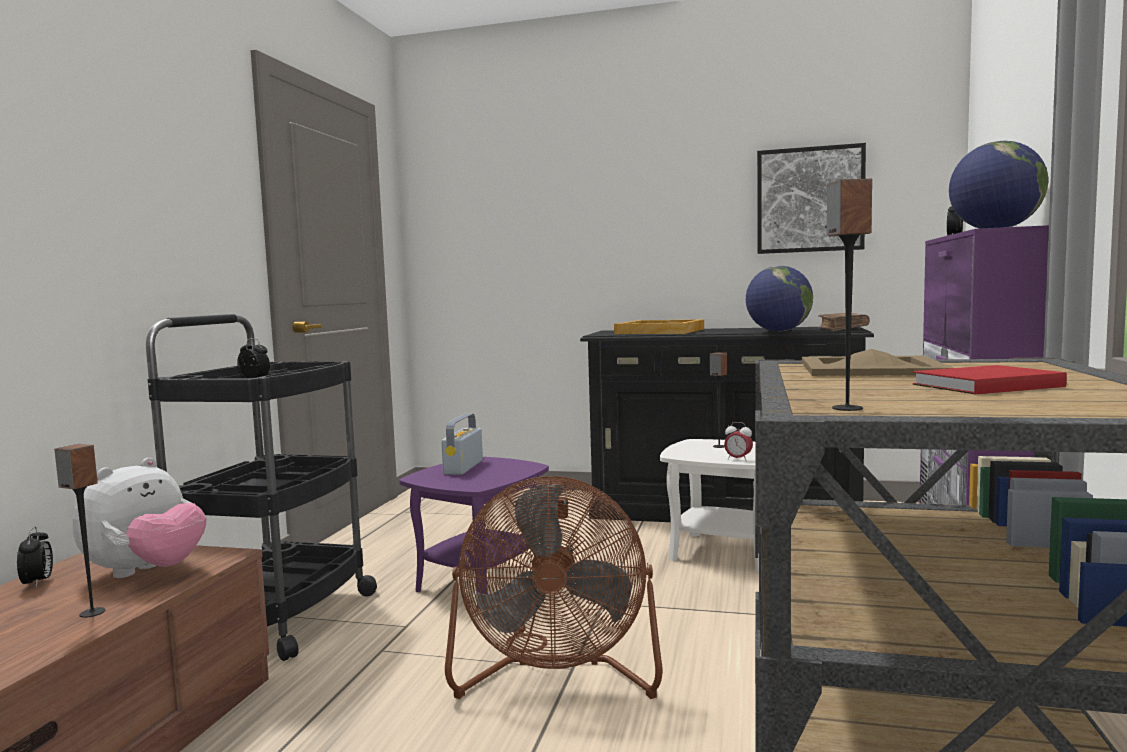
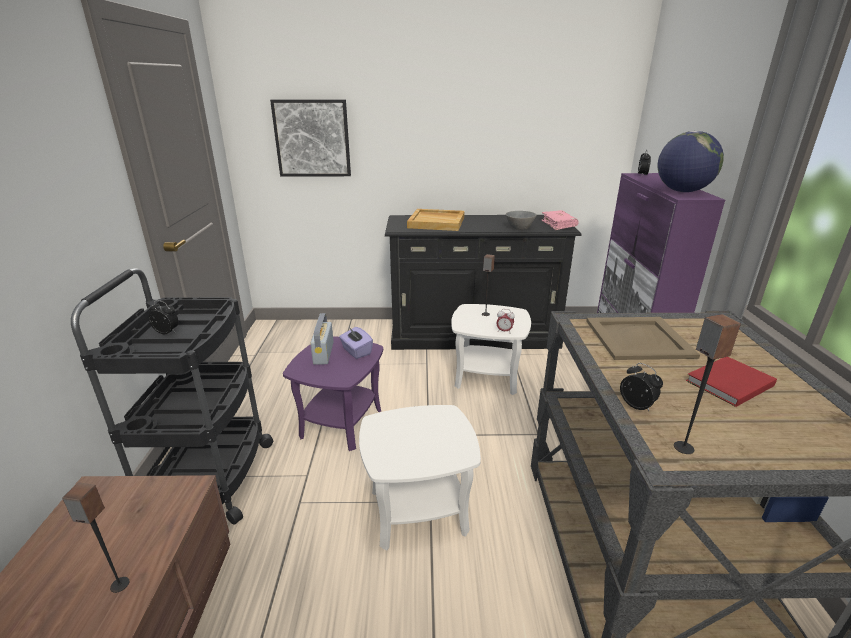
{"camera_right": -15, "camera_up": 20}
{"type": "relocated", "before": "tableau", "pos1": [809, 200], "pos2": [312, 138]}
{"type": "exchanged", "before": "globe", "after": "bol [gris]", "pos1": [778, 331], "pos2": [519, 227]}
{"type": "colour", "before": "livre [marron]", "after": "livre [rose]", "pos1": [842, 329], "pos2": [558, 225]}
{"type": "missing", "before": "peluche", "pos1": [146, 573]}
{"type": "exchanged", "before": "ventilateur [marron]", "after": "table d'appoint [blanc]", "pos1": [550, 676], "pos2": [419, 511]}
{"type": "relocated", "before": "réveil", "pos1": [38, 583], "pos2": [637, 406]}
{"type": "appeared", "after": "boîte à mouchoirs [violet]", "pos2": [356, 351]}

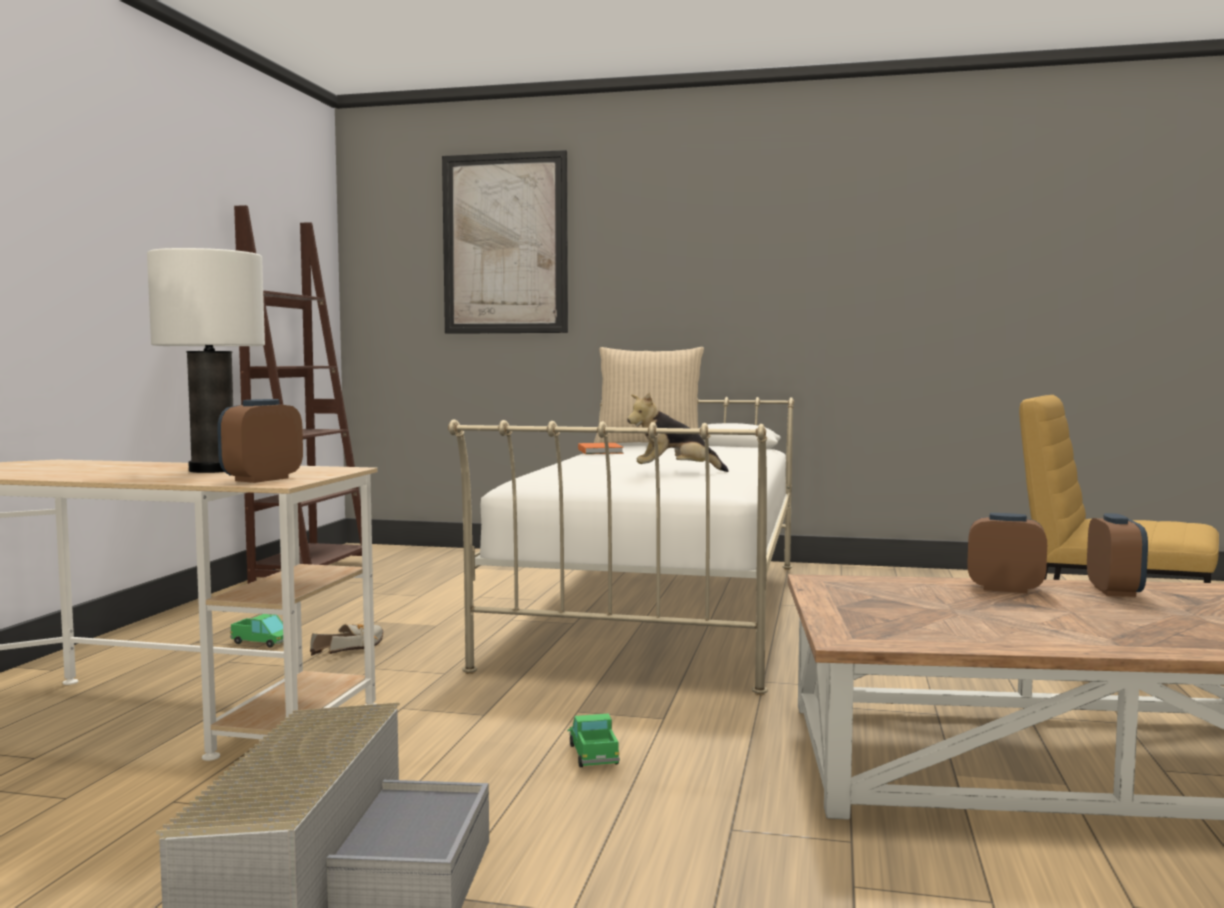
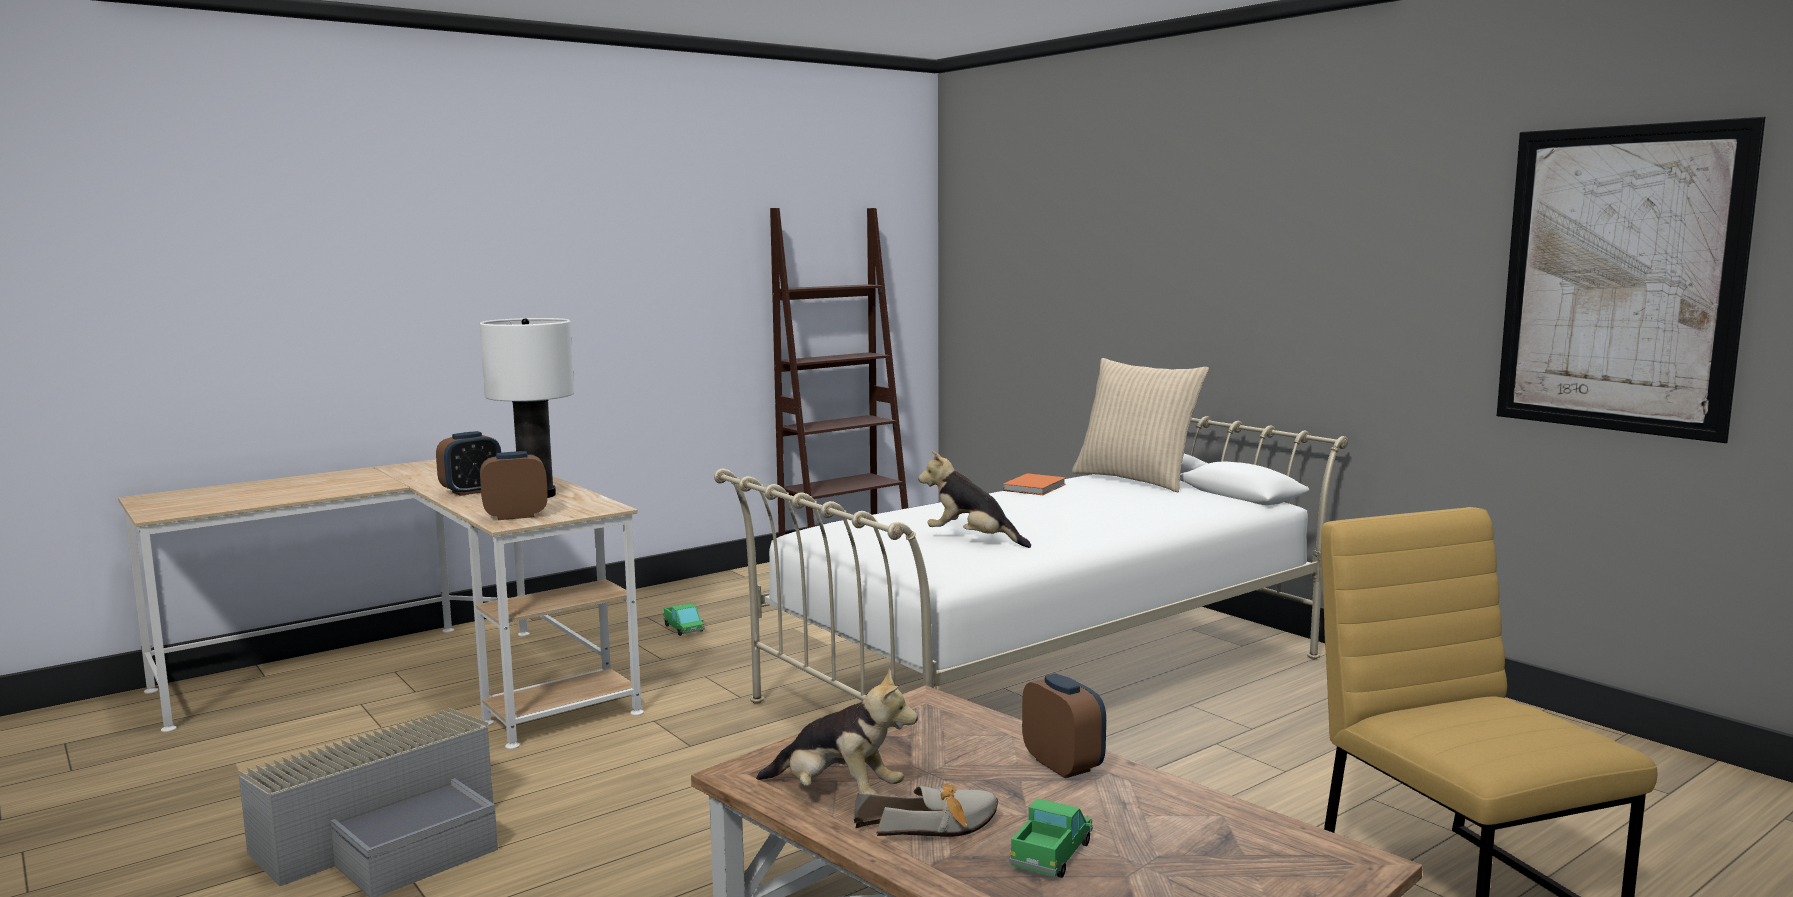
{"camera_right": 40, "camera_up": 5}
{"type": "relocated", "before": "tableau", "pos1": [505, 244], "pos2": [1619, 280]}
{"type": "relocated", "before": "réveil", "pos1": [1114, 591], "pos2": [471, 491]}
{"type": "relocated", "before": "chaussure", "pos1": [354, 648], "pos2": [938, 827]}
{"type": "relocated", "before": "camion jouet", "pos1": [593, 754], "pos2": [1052, 854]}
{"type": "appeared", "after": "peluche", "pos2": [837, 794]}

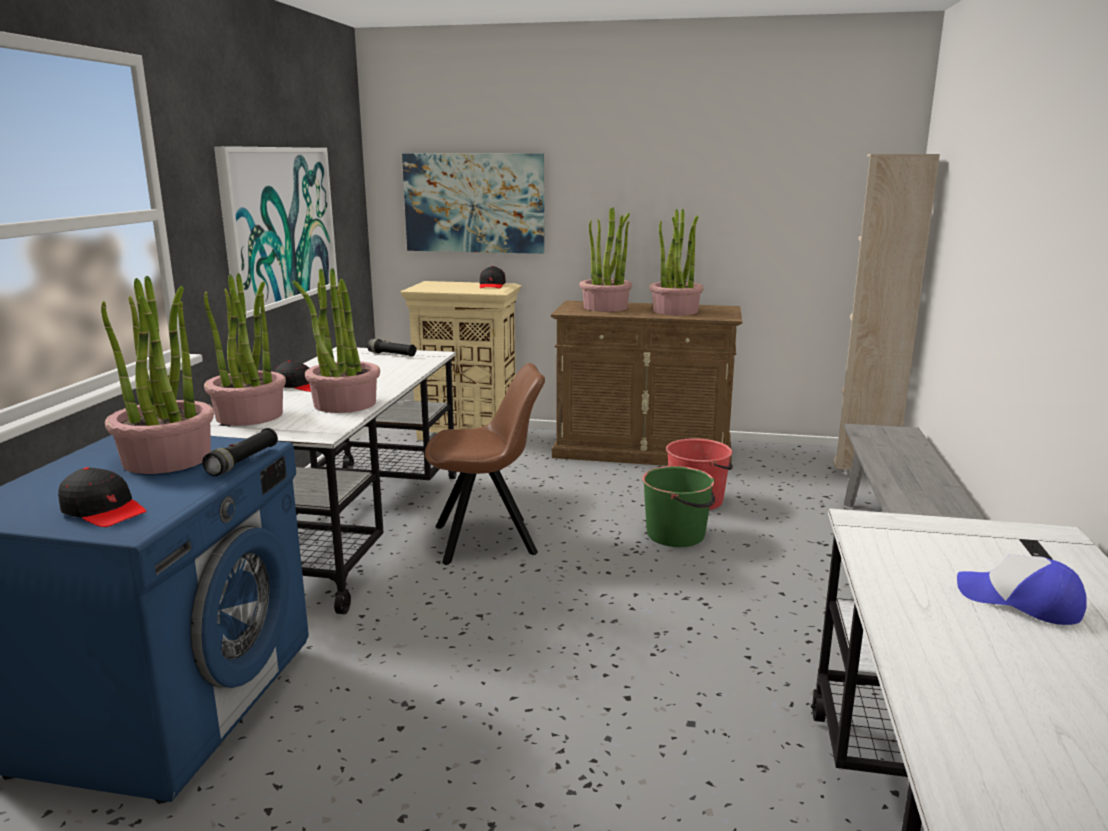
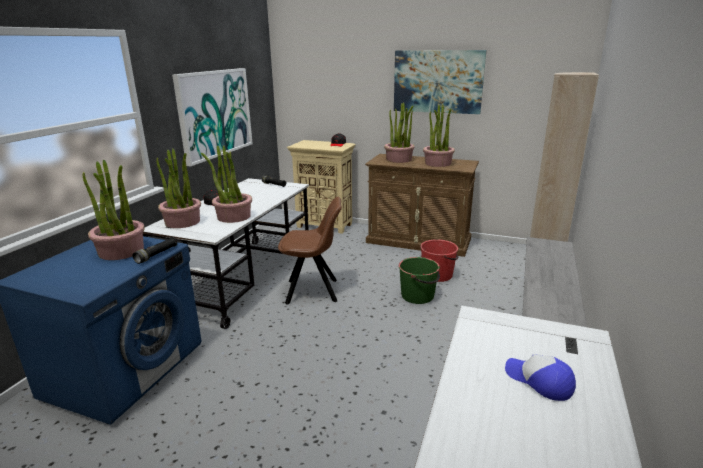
{"camera_right": 10, "camera_up": 5}
{"type": "relocated", "before": "tableau", "pos1": [474, 203], "pos2": [438, 81]}
{"type": "missing", "before": "casquette [noir]", "pos1": [104, 510]}

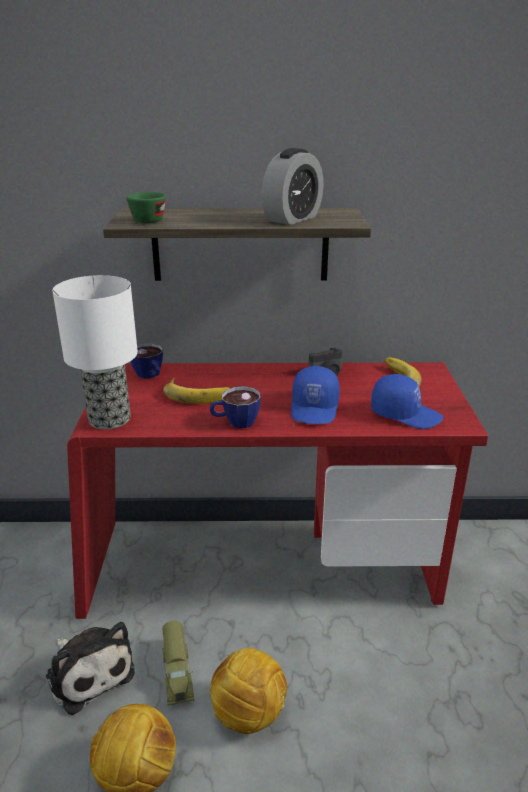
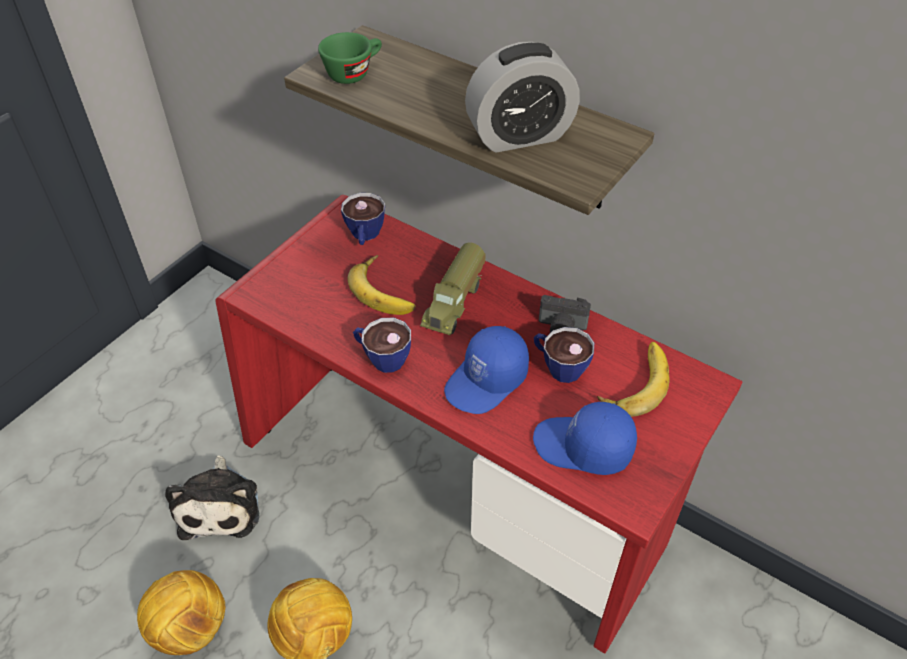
{"camera_right": 35, "camera_up": 20}
{"type": "missing", "before": "lampe de table", "pos1": [110, 418]}
{"type": "spun", "before": "casquette [bleu]", "pos1": [405, 414], "pos2": [583, 448], "turn": 135}
{"type": "relocated", "before": "camion jouet", "pos1": [178, 673], "pos2": [455, 303]}
{"type": "appeared", "after": "tasse", "pos2": [558, 366]}

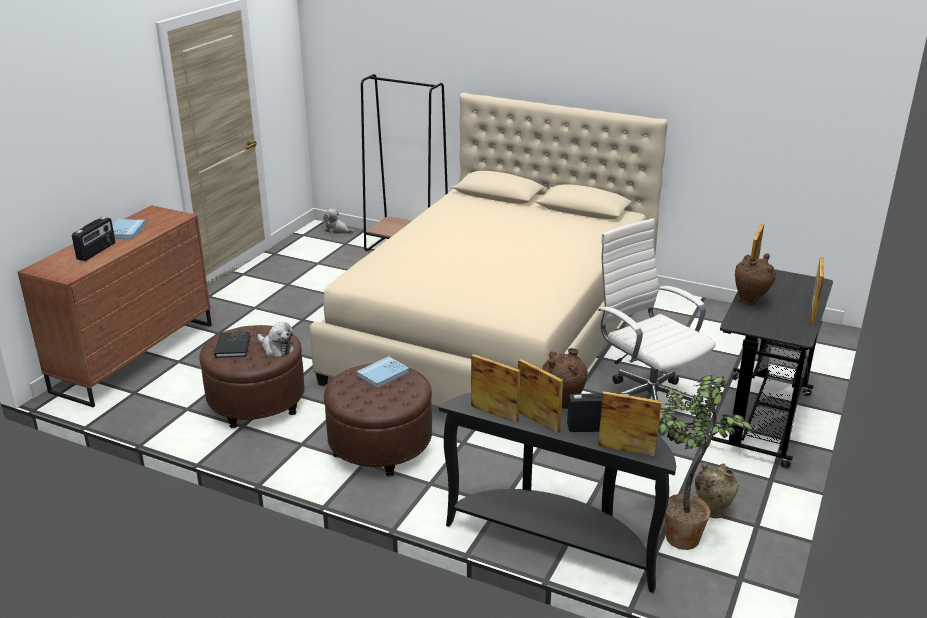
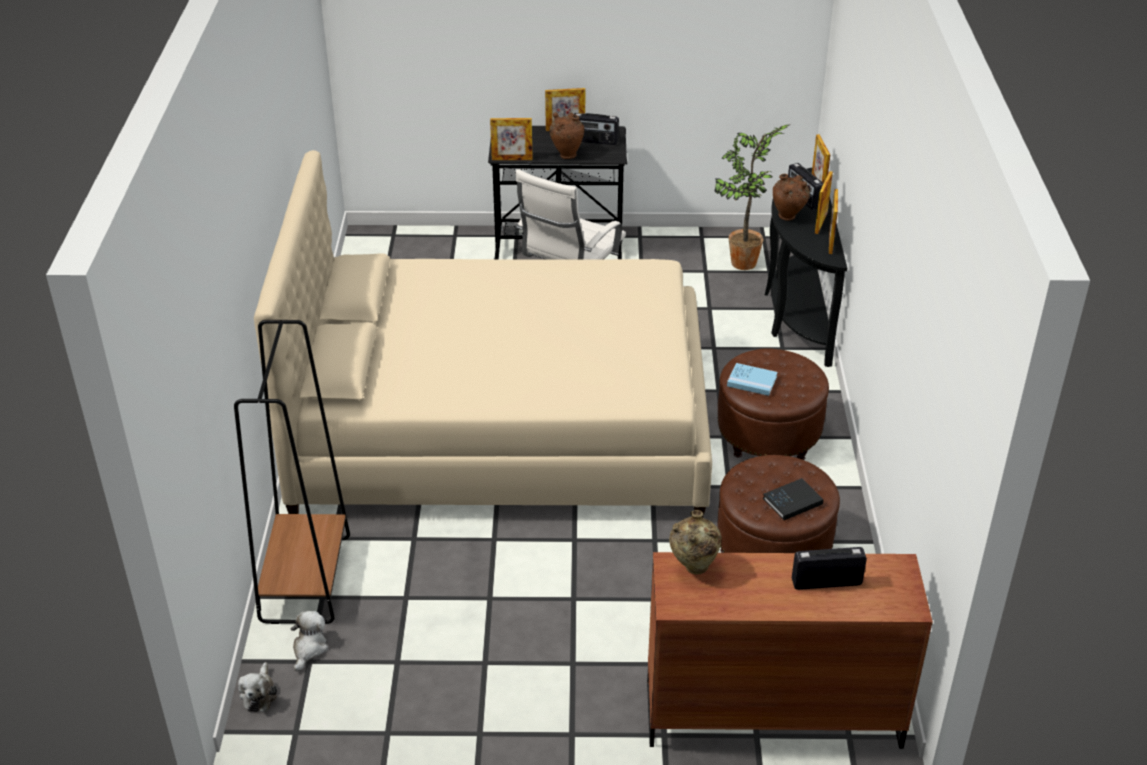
{"camera_right": -115, "camera_up": 10}
{"type": "missing", "before": "livre [bleu]", "pos1": [125, 231]}
{"type": "relocated", "before": "peluche", "pos1": [276, 348], "pos2": [309, 648]}
{"type": "relocated", "before": "vase [beige]", "pos1": [712, 511], "pos2": [693, 568]}
{"type": "appeared", "after": "radio", "pos2": [594, 141]}

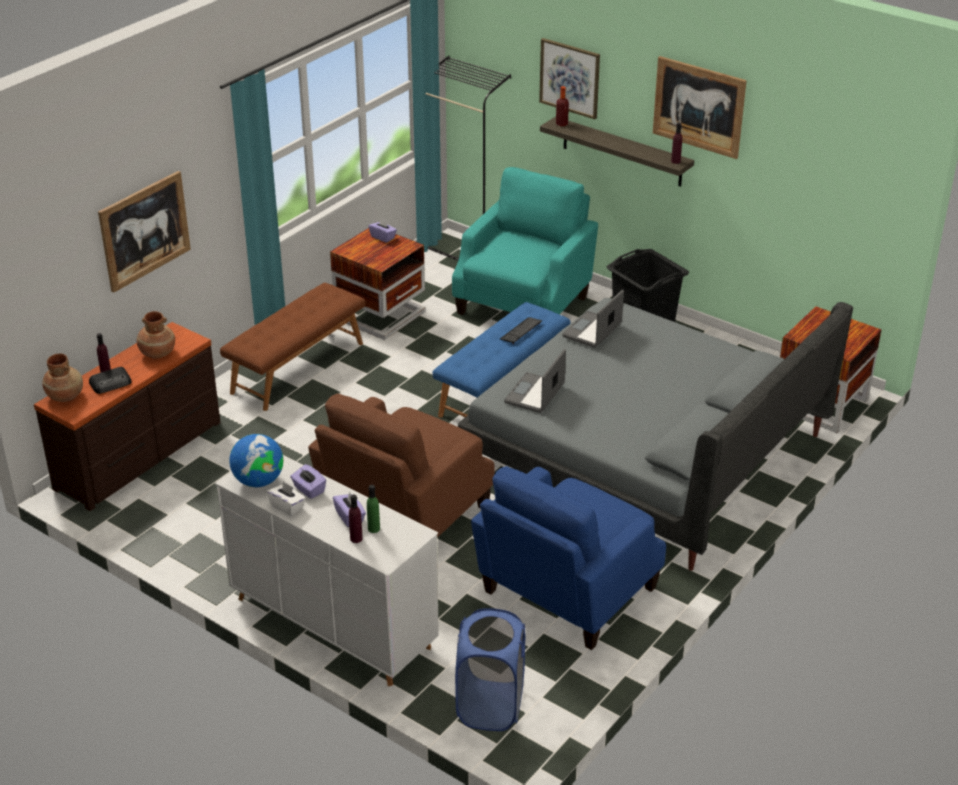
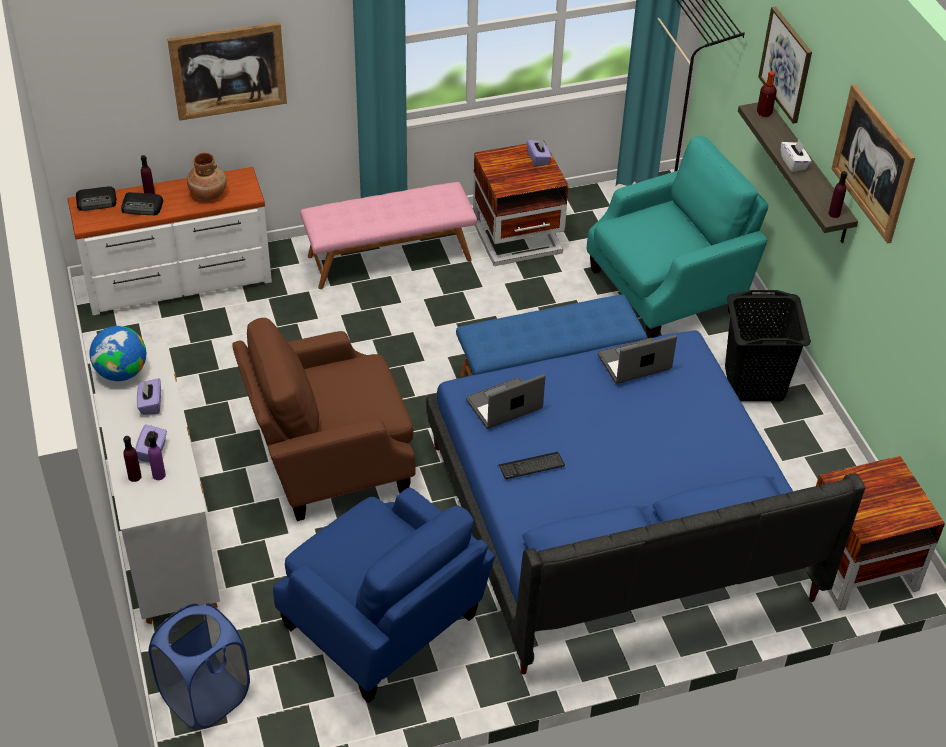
{"camera_right": 35, "camera_up": 10}
{"type": "colour", "before": "banc [marron]", "after": "banc [rose]", "pos1": [297, 367], "pos2": [389, 257]}
{"type": "colour", "before": "lit [gris]", "after": "lit [bleu]", "pos1": [646, 451], "pos2": [616, 519]}
{"type": "relocated", "before": "clavier", "pos1": [521, 331], "pos2": [531, 466]}
{"type": "colour", "before": "commode [marron]", "after": "commode [blanc]", "pos1": [140, 456], "pos2": [179, 282]}
{"type": "exchanged", "before": "vase [marron]", "after": "radio", "pos1": [65, 396], "pos2": [97, 202]}
{"type": "spun", "before": "fauteuil [bleu]", "pos1": [566, 593], "pos2": [384, 625], "turn": -120}
{"type": "relocated", "before": "boîte à mouchoirs [blanc]", "pos1": [287, 506], "pos2": [793, 163]}
{"type": "colour", "before": "bouteille [vert]", "after": "bouteille [violet]", "pos1": [374, 529], "pos2": [159, 475]}

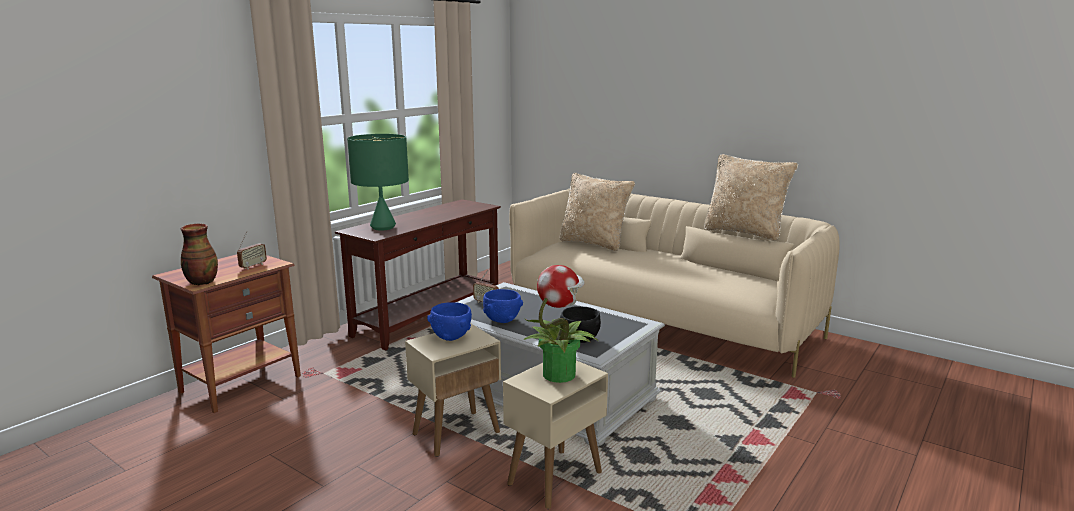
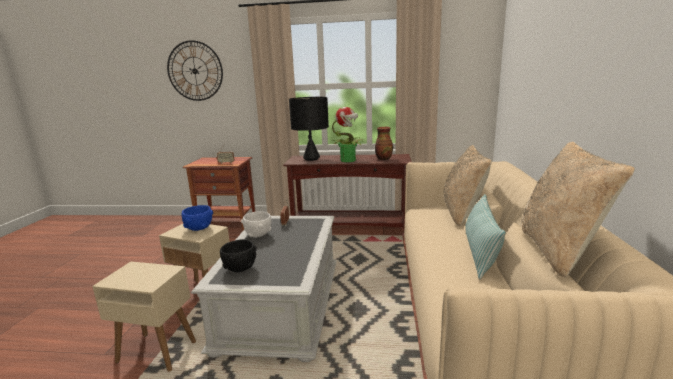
{"camera_right": 60, "camera_up": 0}
{"type": "colour", "before": "lampe de table [vert]", "after": "lampe de table [noir]", "pos1": [383, 228], "pos2": [311, 159]}
{"type": "relocated", "before": "vase", "pos1": [201, 282], "pos2": [383, 159]}
{"type": "relocated", "before": "plante en pot", "pos1": [559, 374], "pos2": [348, 160]}
{"type": "colour", "before": "bol [bleu]", "after": "bol [blanc]", "pos1": [502, 320], "pos2": [258, 235]}
{"type": "appeared", "after": "horloge murale", "pos2": [195, 71]}
{"type": "appeared", "after": "coussin", "pos2": [480, 254]}

